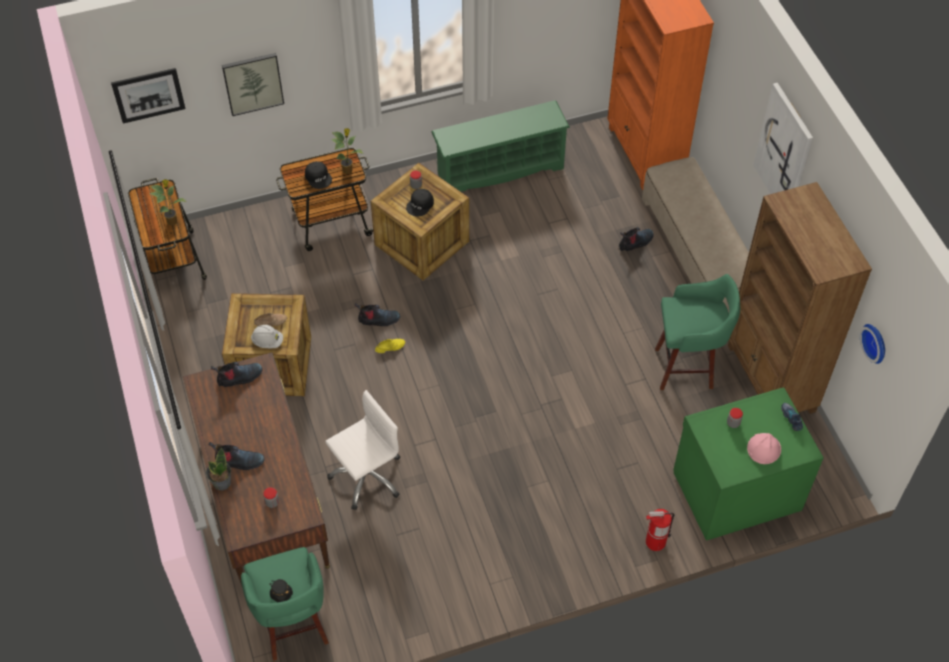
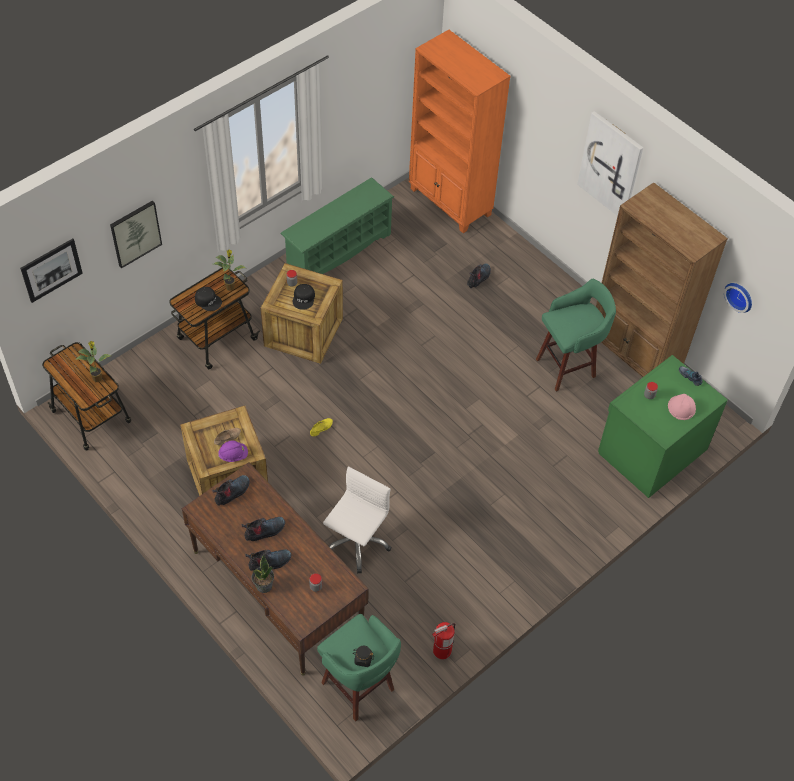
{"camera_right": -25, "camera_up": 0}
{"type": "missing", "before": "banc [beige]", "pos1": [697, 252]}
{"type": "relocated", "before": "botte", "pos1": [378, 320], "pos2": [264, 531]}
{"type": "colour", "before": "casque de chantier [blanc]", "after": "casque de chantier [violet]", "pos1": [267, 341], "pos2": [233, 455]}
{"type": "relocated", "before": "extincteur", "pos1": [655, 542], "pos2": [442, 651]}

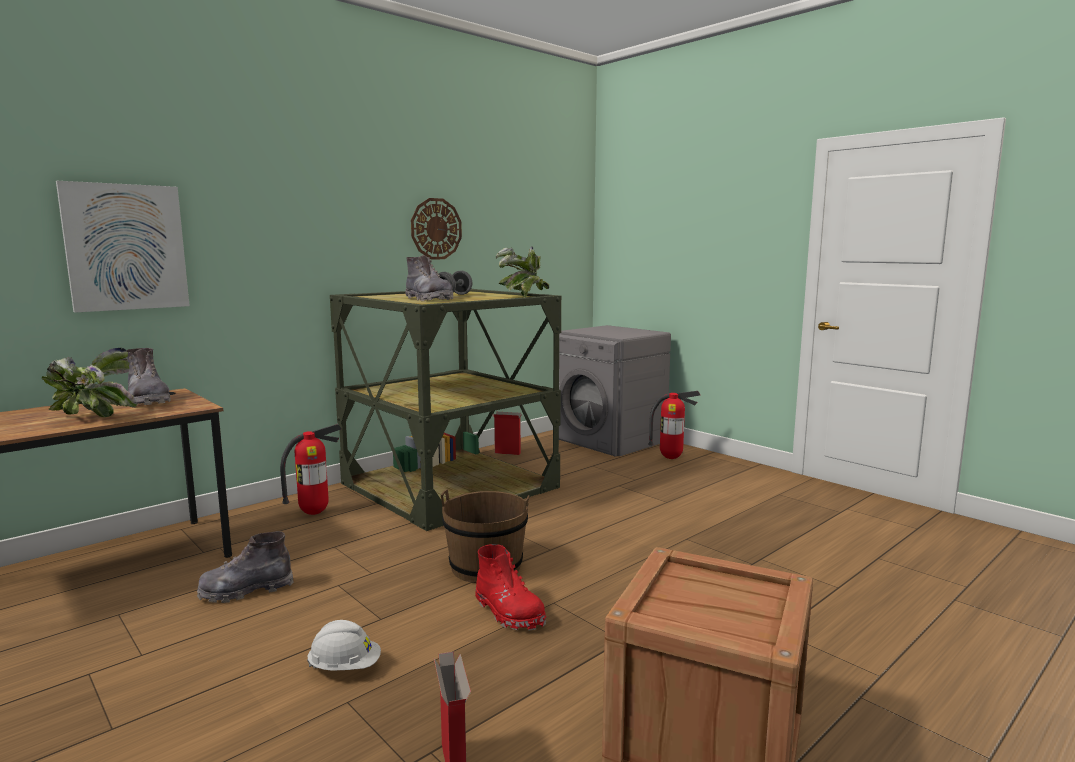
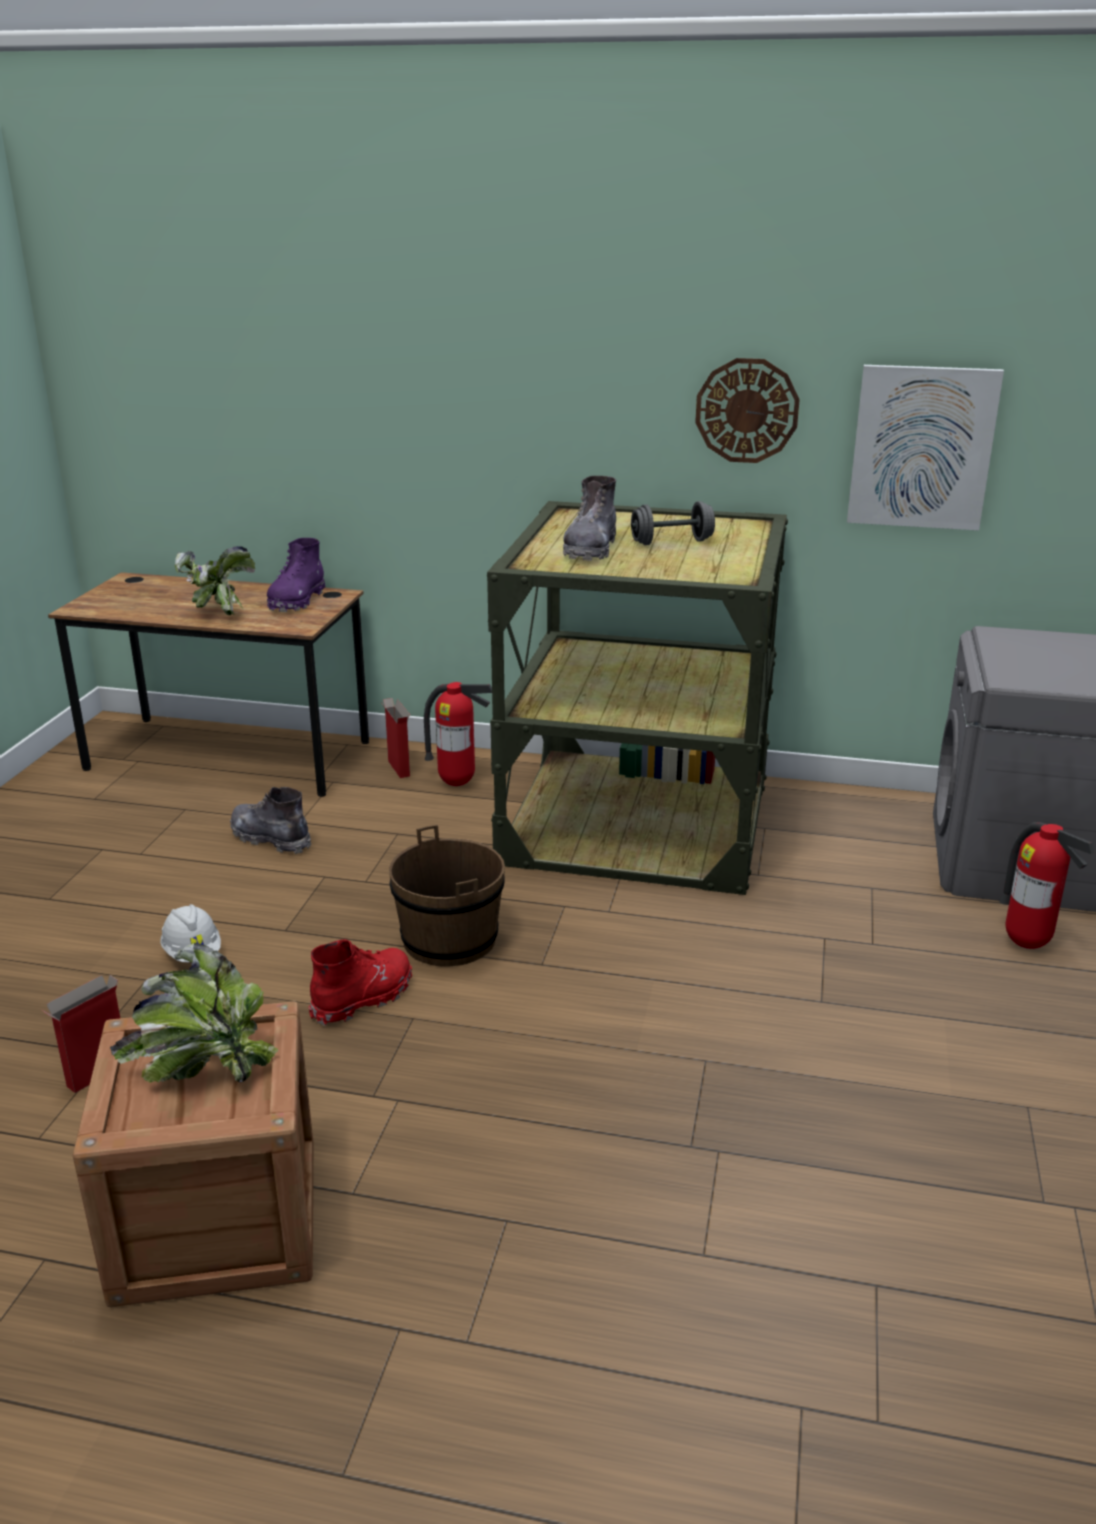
{"camera_right": 55, "camera_up": 15}
{"type": "relocated", "before": "tableau", "pos1": [126, 247], "pos2": [922, 447]}
{"type": "relocated", "before": "plante en pot", "pos1": [523, 296], "pos2": [201, 1068]}
{"type": "colour", "before": "botte [gris]", "after": "botte [violet]", "pos1": [148, 400], "pos2": [296, 601]}
{"type": "relocated", "before": "carton", "pos1": [507, 453], "pos2": [398, 768]}
{"type": "spun", "before": "botte [rouge]", "pos1": [509, 613], "pos2": [363, 998], "turn": -150}

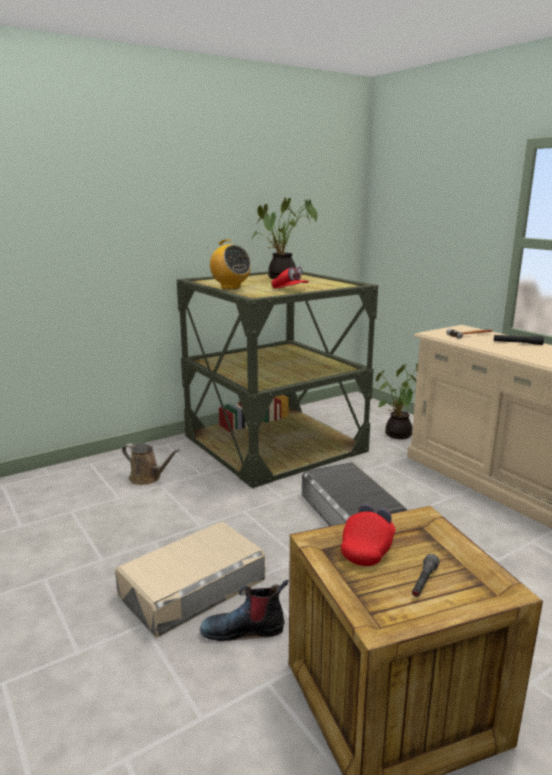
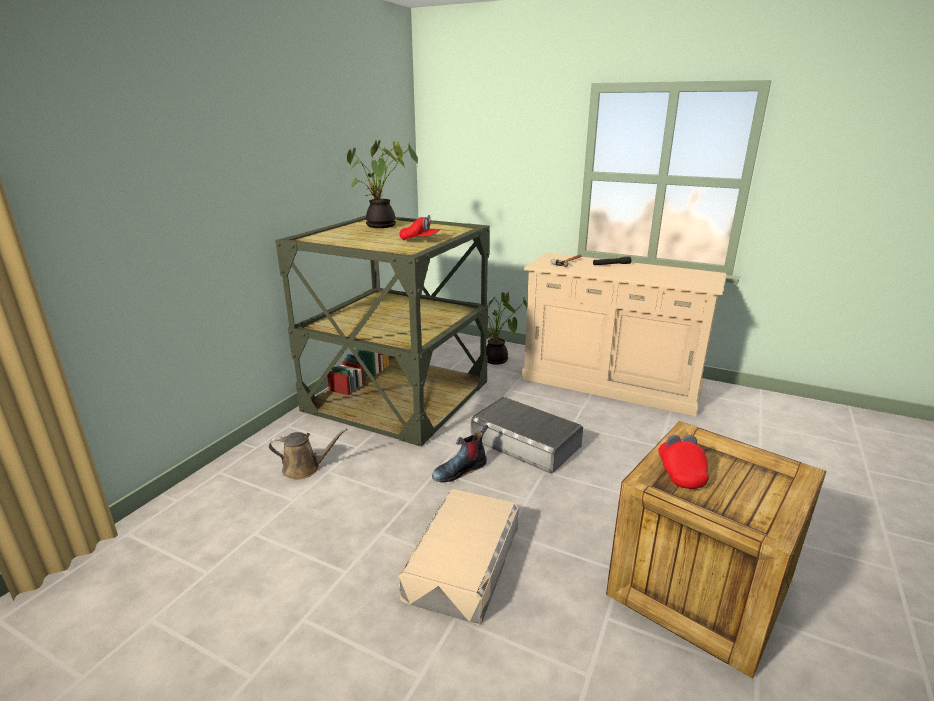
{"camera_right": -30, "camera_up": 5}
{"type": "missing", "before": "radio", "pos1": [230, 287]}
{"type": "missing", "before": "lampe de poche [gris]", "pos1": [423, 582]}
{"type": "relocated", "before": "botte", "pos1": [244, 629], "pos2": [460, 470]}

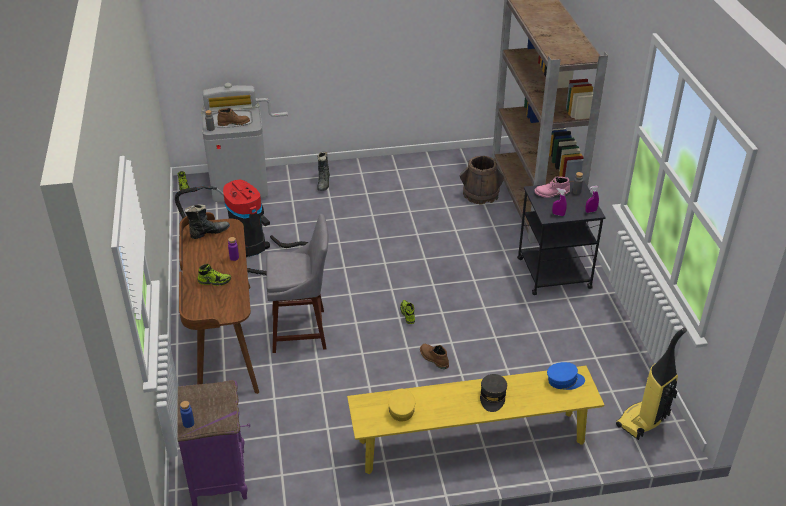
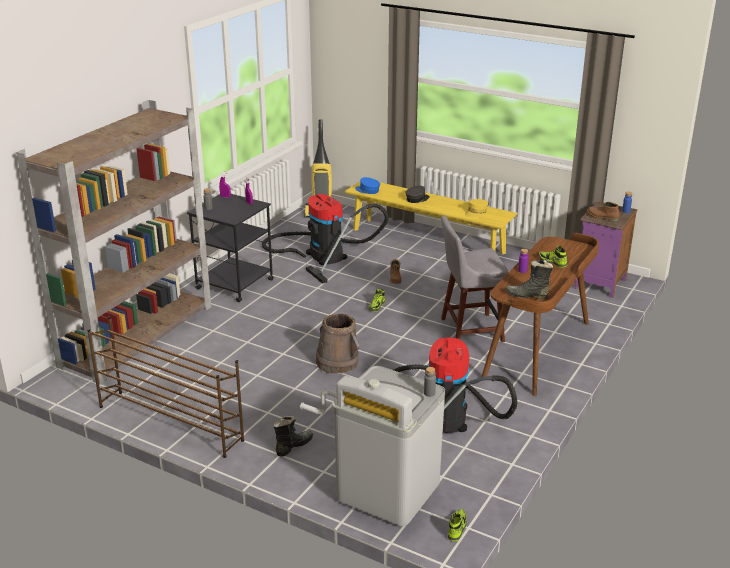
{"camera_right": -140, "camera_up": -10}
{"type": "relocated", "before": "botte [marron]", "pos1": [234, 123], "pos2": [602, 217]}
{"type": "relocated", "before": "seau [marron]", "pos1": [480, 194], "pos2": [337, 362]}
{"type": "missing", "before": "botte [rose]", "pos1": [551, 194]}
{"type": "spun", "before": "chaise [gris]", "pos1": [303, 330], "pos2": [468, 330], "turn": -45}
{"type": "appeared", "after": "aspirateur", "pos2": [322, 254]}
{"type": "appeared", "after": "étagère à chaussures [marron]", "pos2": [169, 422]}

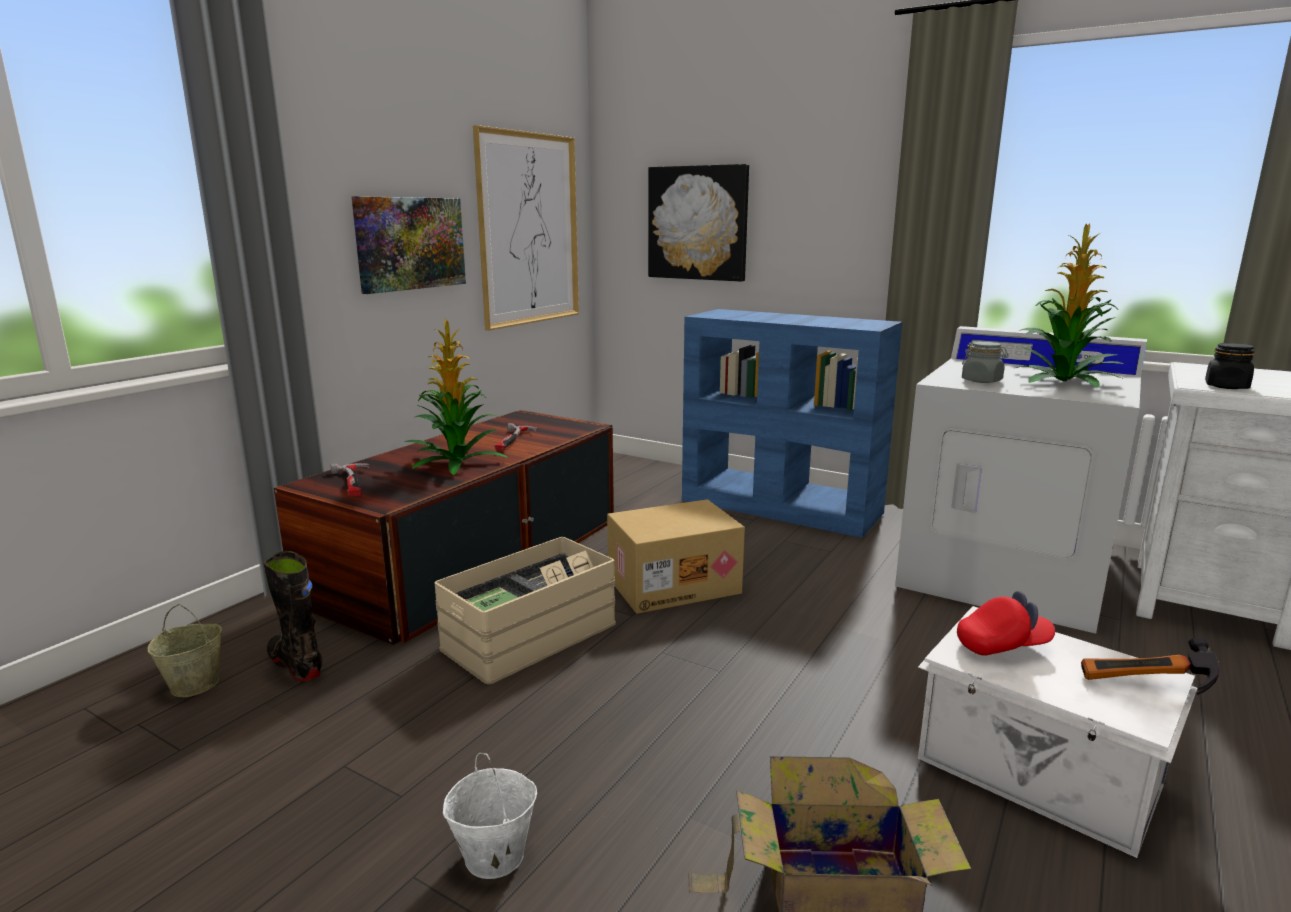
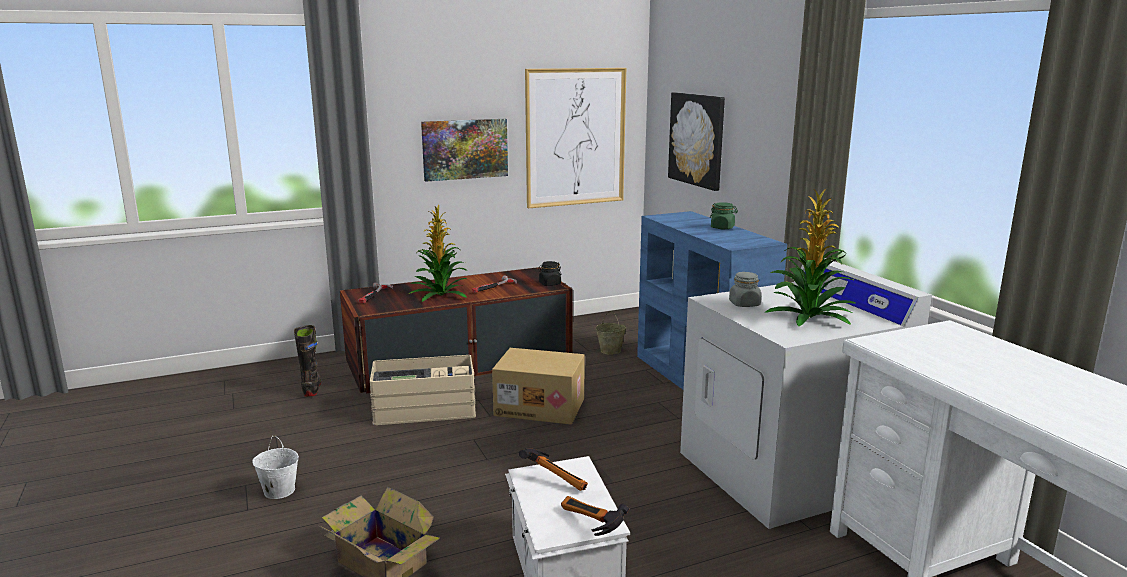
{"camera_right": 35, "camera_up": 0}
{"type": "relocated", "before": "bocal [noir]", "pos1": [1226, 387], "pos2": [549, 284]}
{"type": "exchanged", "before": "casquette [rouge]", "after": "marteau", "pos1": [1002, 645], "pos2": [557, 478]}
{"type": "relocated", "before": "seau [beige]", "pos1": [195, 684], "pos2": [611, 351]}
{"type": "appeared", "after": "bocal [vert]", "pos2": [722, 228]}

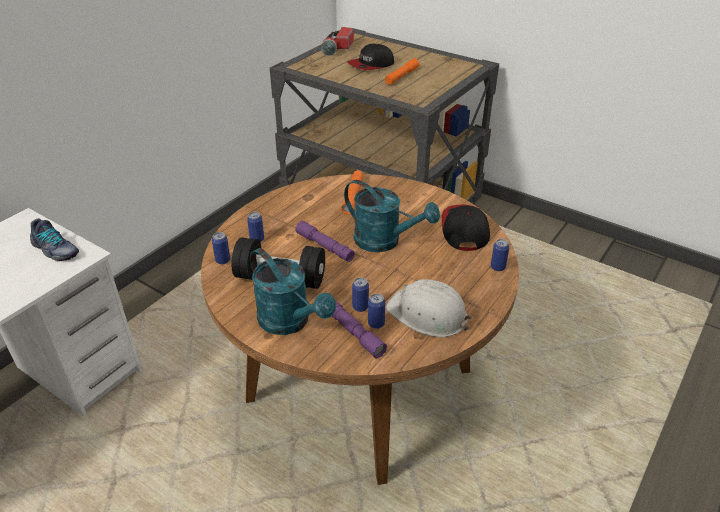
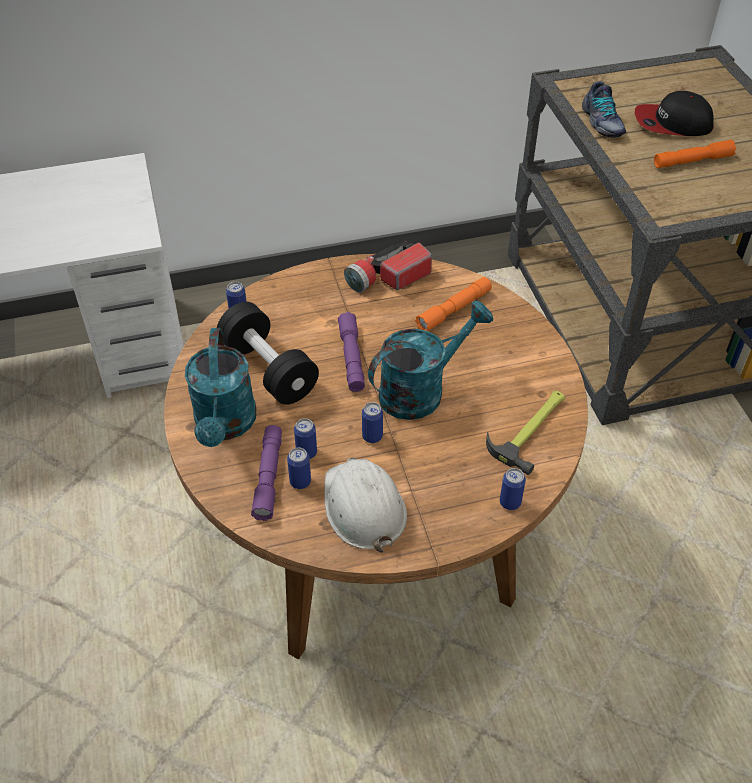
{"camera_right": 40, "camera_up": 10}
{"type": "relocated", "before": "lampe de poche", "pos1": [337, 48], "pos2": [388, 278]}
{"type": "spun", "before": "arrosoir [turquoise]", "pos1": [385, 241], "pos2": [421, 390], "turn": -105}
{"type": "exchanged", "before": "casquette", "after": "marteau", "pos1": [464, 229], "pos2": [531, 429]}
{"type": "relocated", "before": "boîte métallique", "pos1": [257, 239], "pos2": [372, 436]}
{"type": "relocated", "before": "chaussure", "pos1": [55, 250], "pos2": [601, 122]}

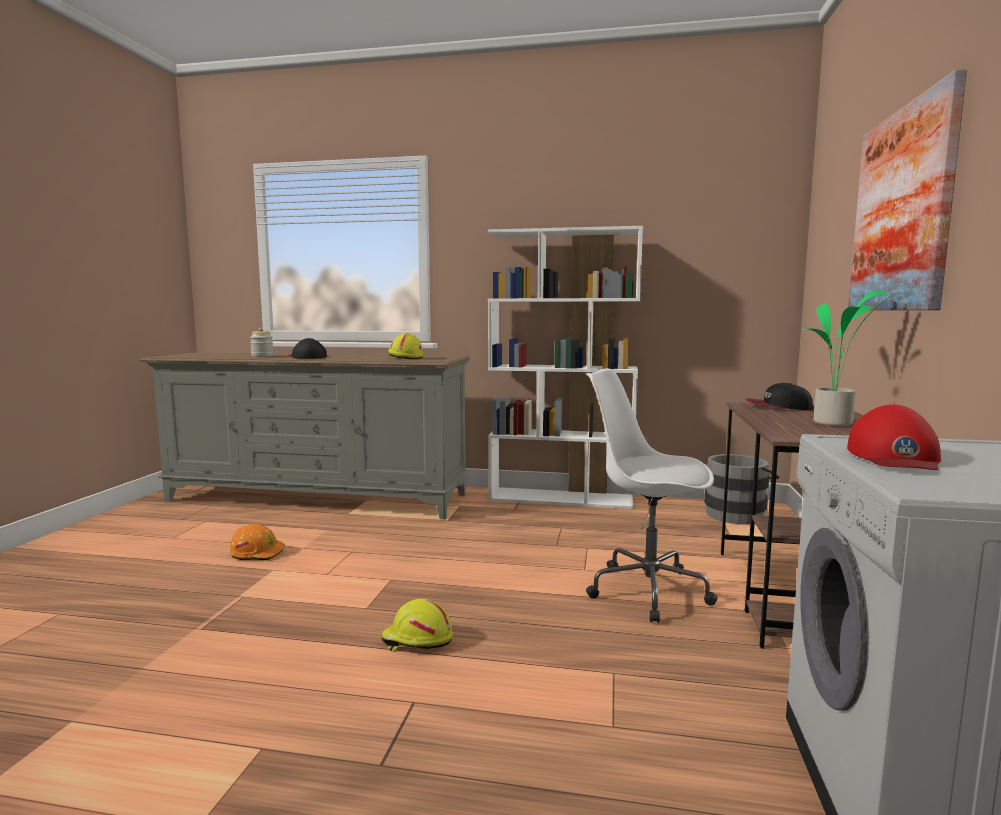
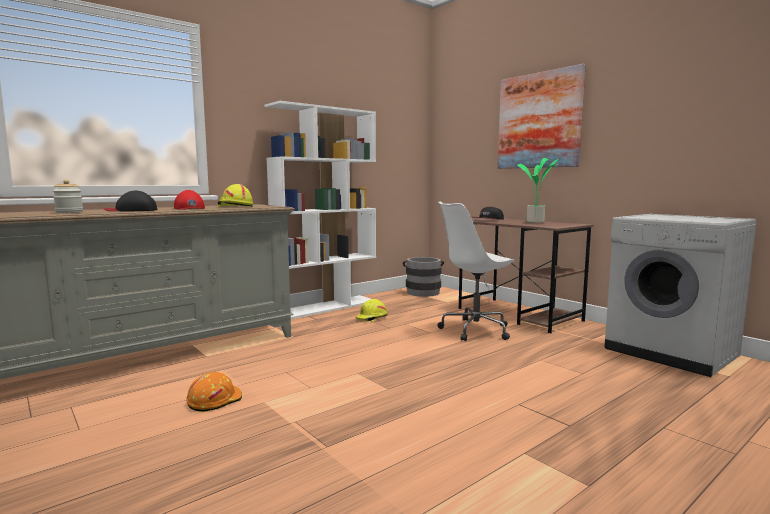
{"camera_right": -50, "camera_up": 0}
{"type": "relocated", "before": "casquette [rouge]", "pos1": [894, 456], "pos2": [190, 208]}
{"type": "relocated", "before": "casque de chantier [jaune]", "pos1": [417, 640], "pos2": [372, 318]}

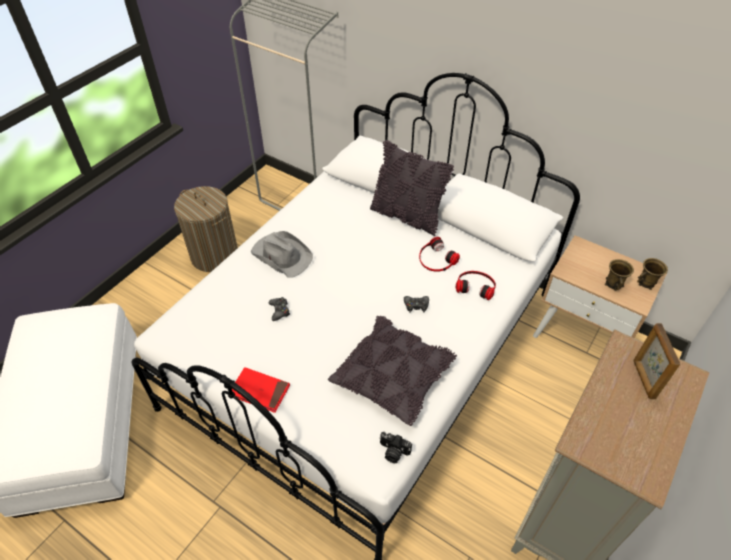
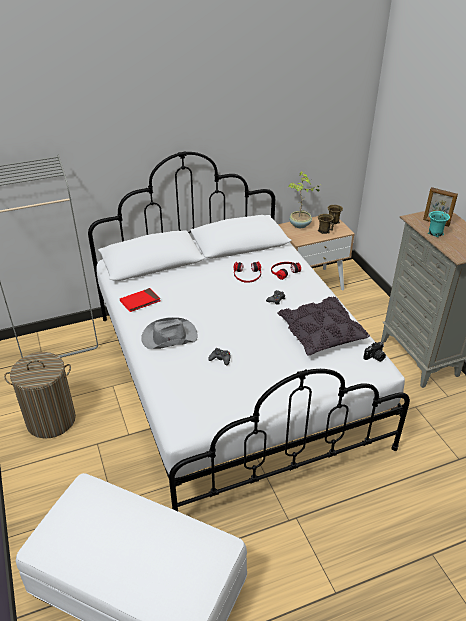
{"camera_right": -55, "camera_up": -10}
{"type": "missing", "before": "coussin [noir]", "pos1": [407, 216]}
{"type": "relocated", "before": "livre [rouge]", "pos1": [260, 391], "pos2": [140, 301]}
{"type": "appeared", "after": "plante en pot", "pos2": [300, 225]}
{"type": "appeared", "after": "mug [turquoise]", "pos2": [435, 233]}

